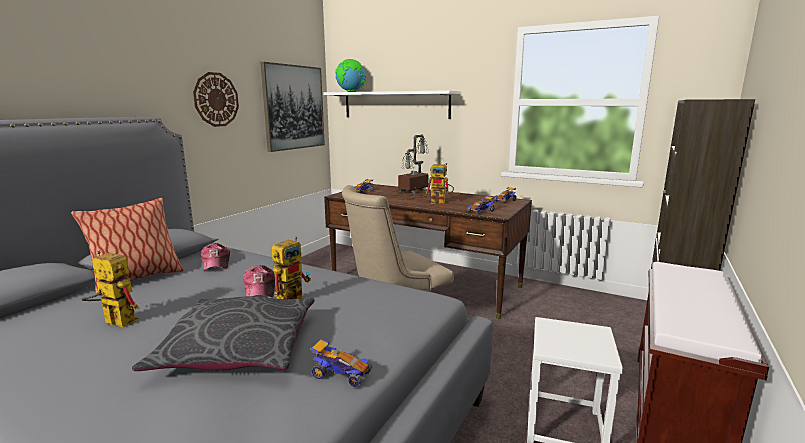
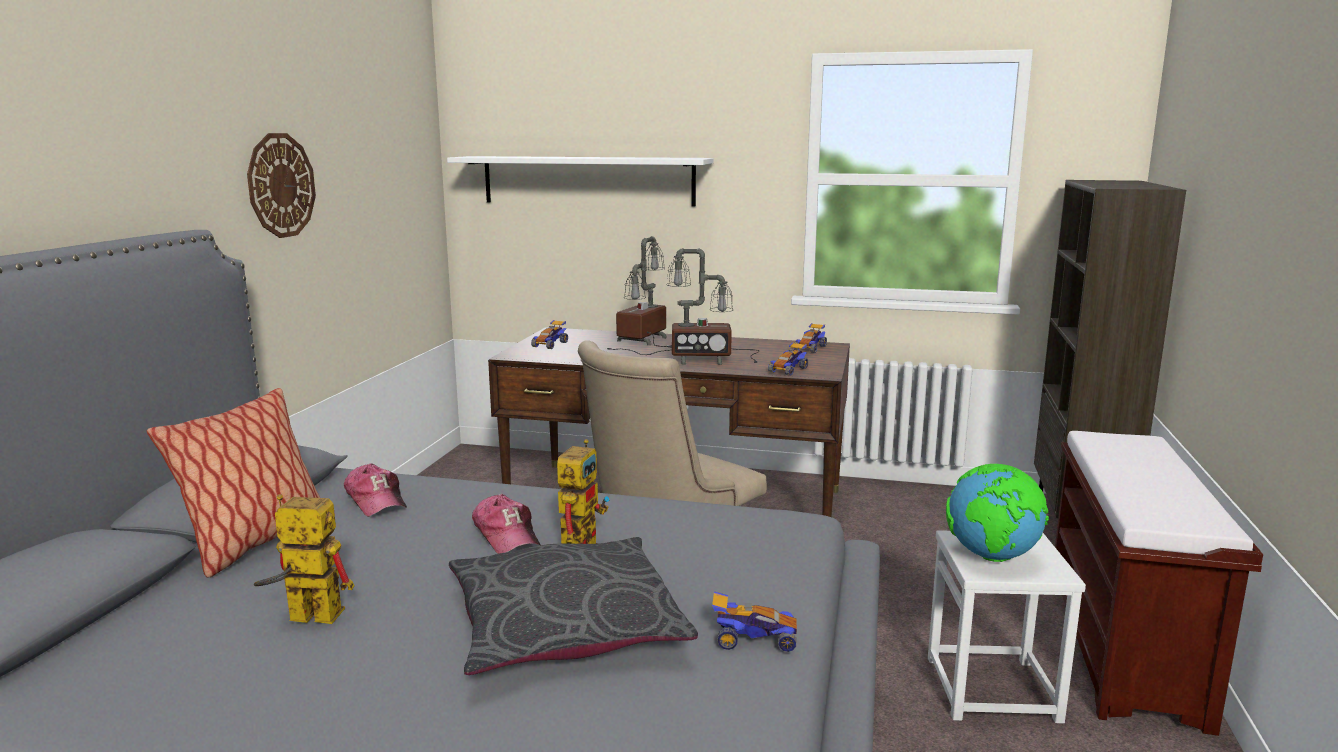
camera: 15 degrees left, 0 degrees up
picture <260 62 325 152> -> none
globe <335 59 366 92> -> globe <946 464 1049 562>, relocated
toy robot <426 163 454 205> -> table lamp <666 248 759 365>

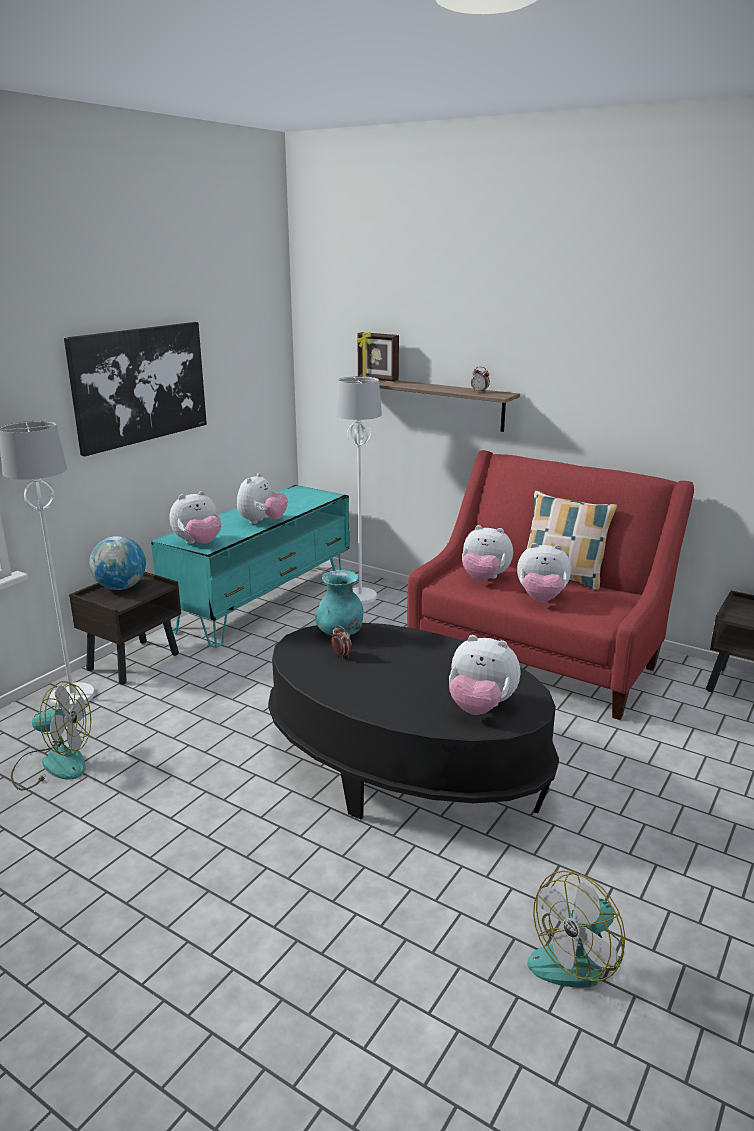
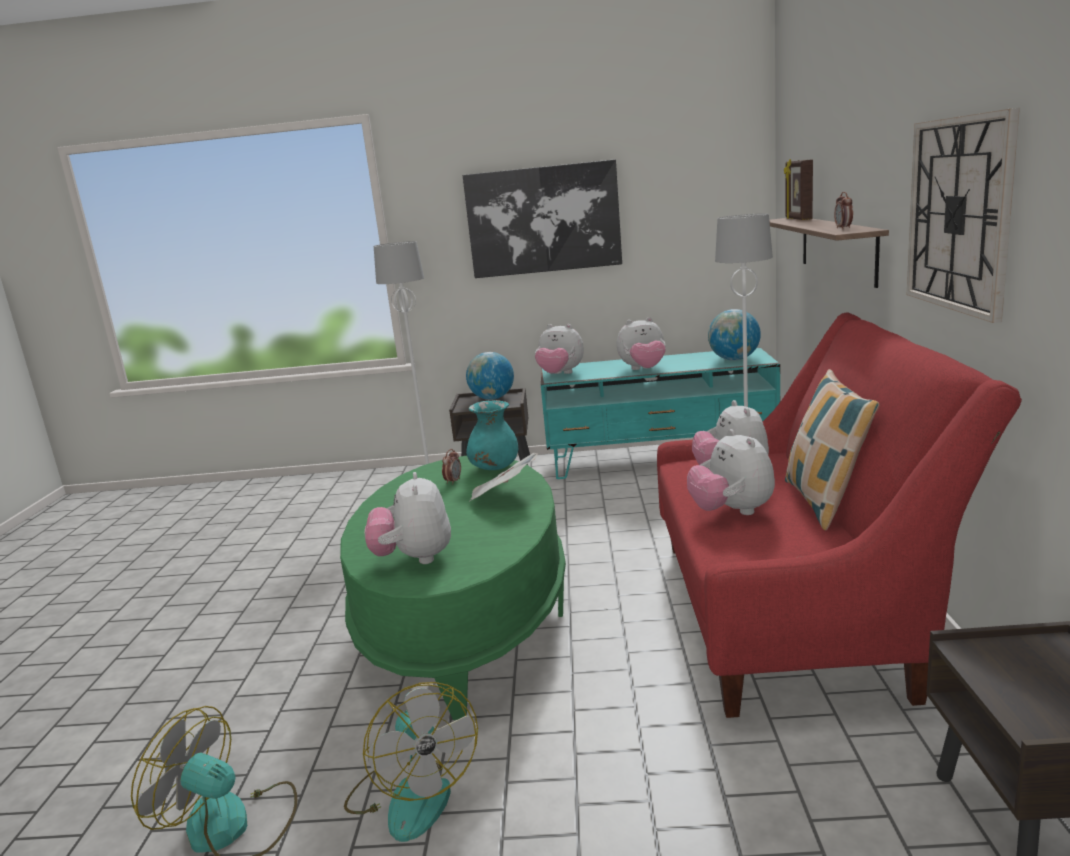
camera: 60 degrees right, 5 degrees down
none -> newspaper <469 453 538 502>
none -> globe <708 309 761 361>
none -> wall clock <907 108 1020 323>
fan <11 681 91 790> -> fan <344 682 478 842>, relocated
coffee table in black <268 623 559 820> -> coffee table in green <340 456 566 720>

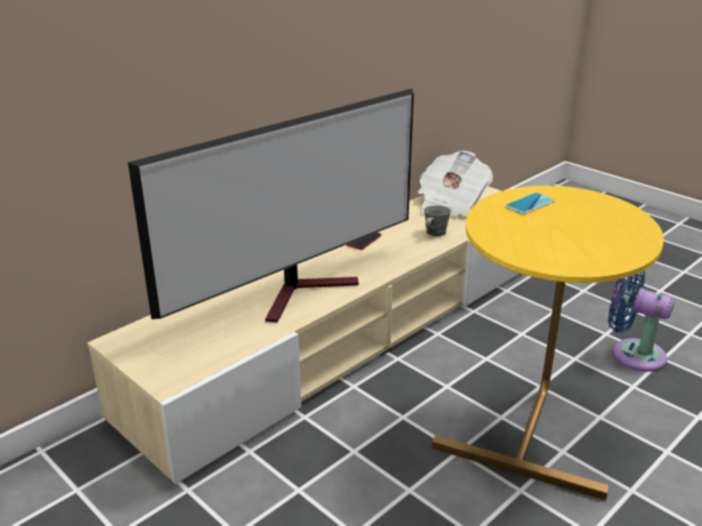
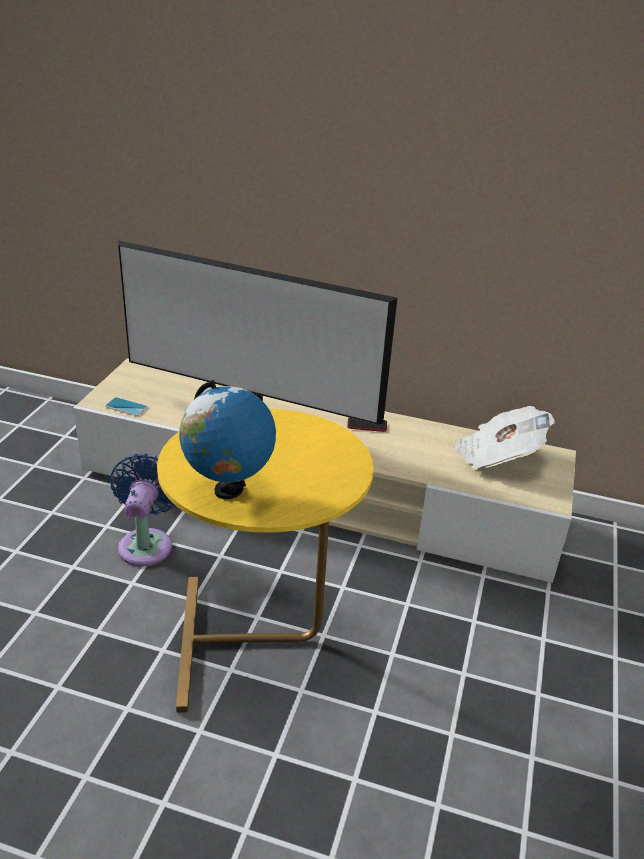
camera: 60 degrees right, 5 degrees up
mug in grey <424 206 451 236> -> none
none -> globe <179 380 276 499>
phone <505 193 555 215> -> phone <105 397 148 416>, relocated
fan in blue <608 270 674 372> -> fan in blue <110 454 175 567>, relocated

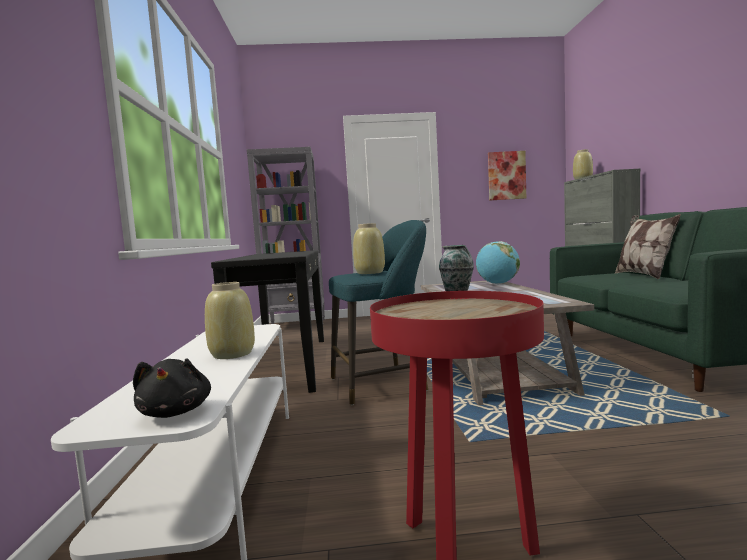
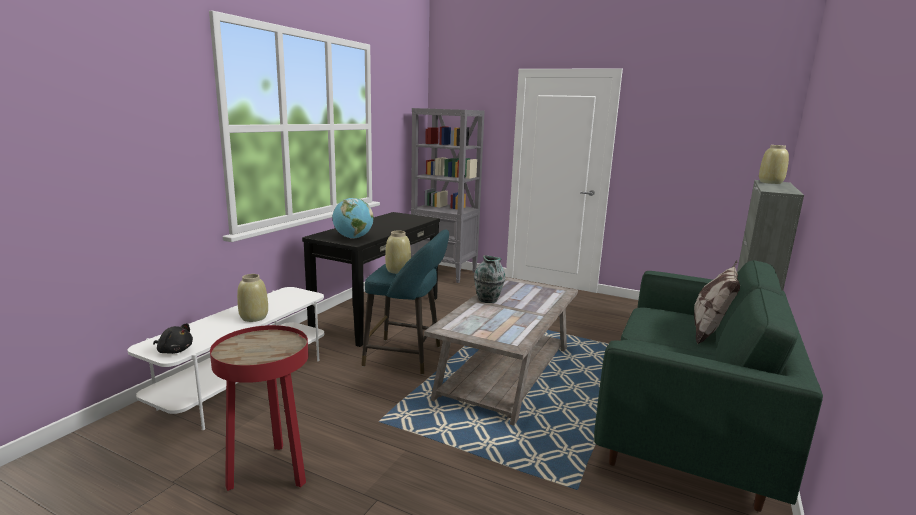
camera: 30 degrees right, 10 degrees up
picture <488 151 526 201> -> none
globe <476 241 520 284> -> globe <333 198 374 239>, relocated
plush toy in black <133 358 211 418> -> plush toy in black <153 323 193 354>, 90 degrees counterclockwise

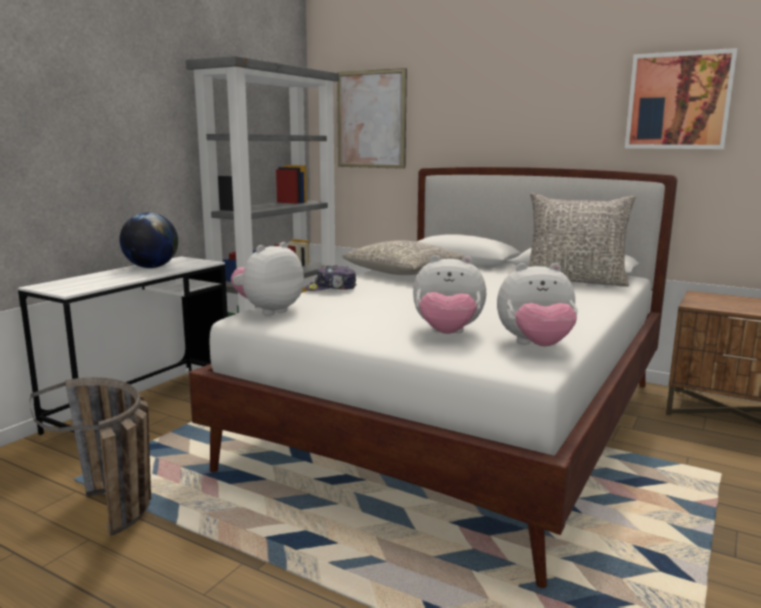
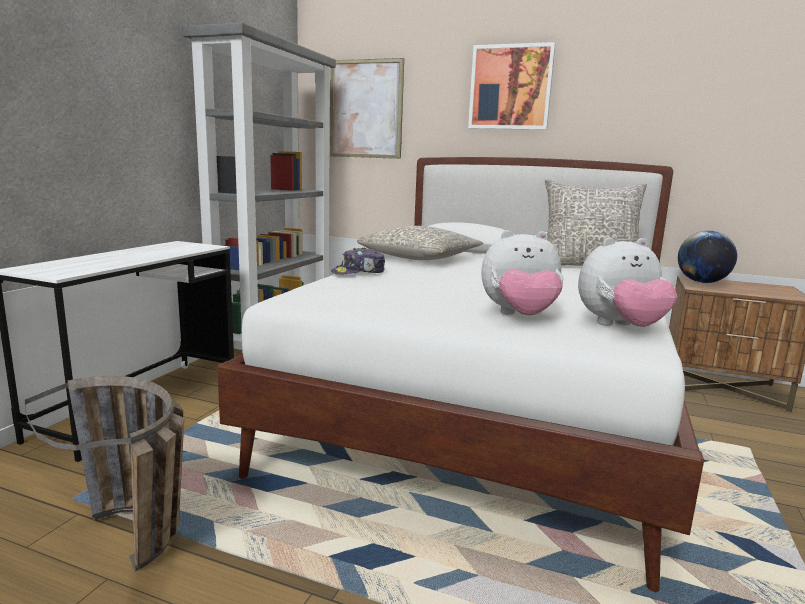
camera: 10 degrees left, 0 degrees up
plush toy <231 242 304 316> -> none
globe <120 213 178 268> -> globe <678 231 737 283>, relocated
picture <625 48 738 149> -> picture <468 42 556 130>, relocated

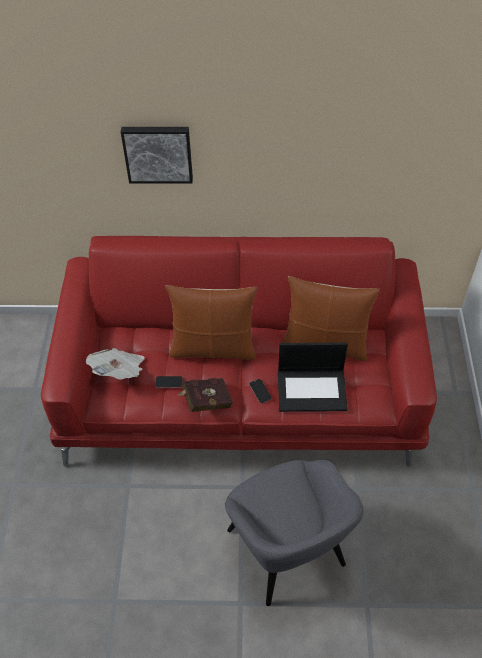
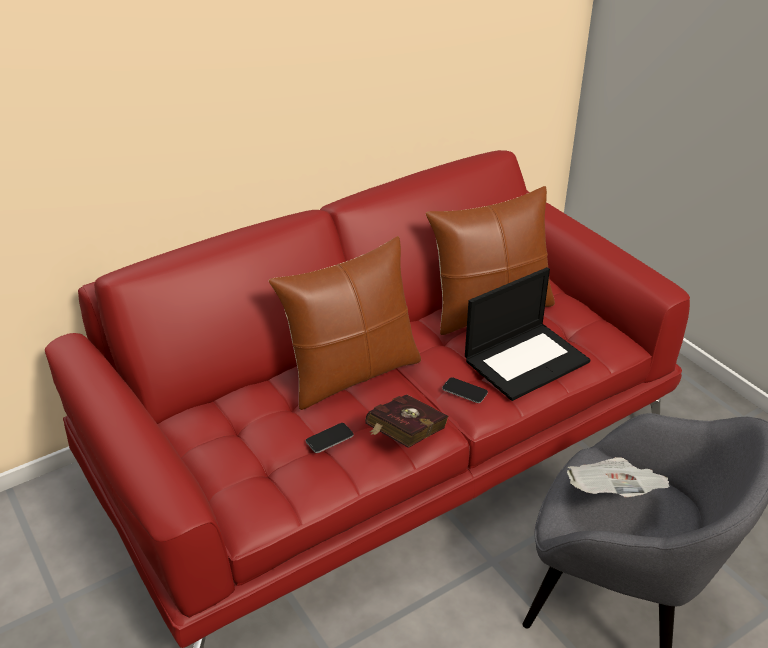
camera: 35 degrees left, 15 degrees down
picture <121 127 193 184> -> none
newspaper <86 348 145 380> -> newspaper <567 457 670 497>, relocated

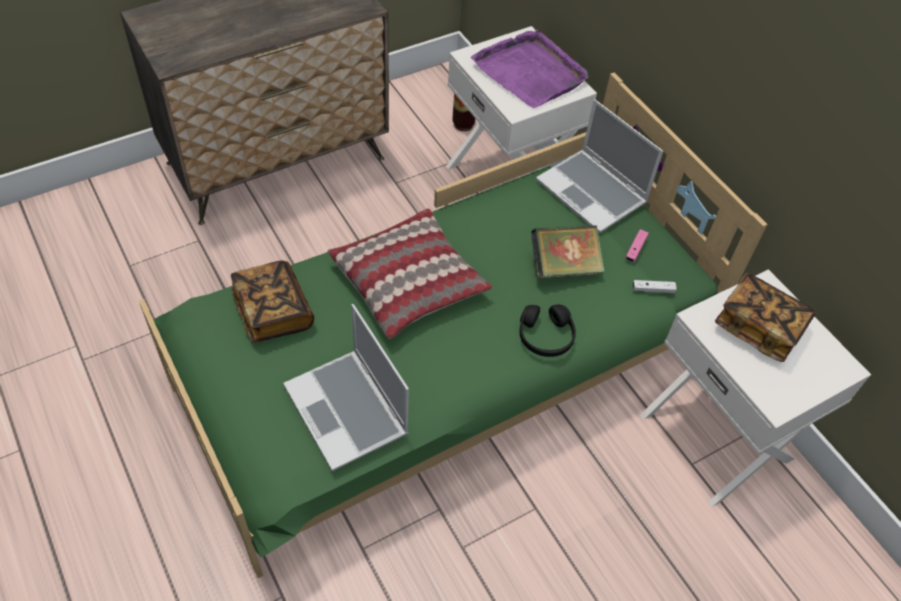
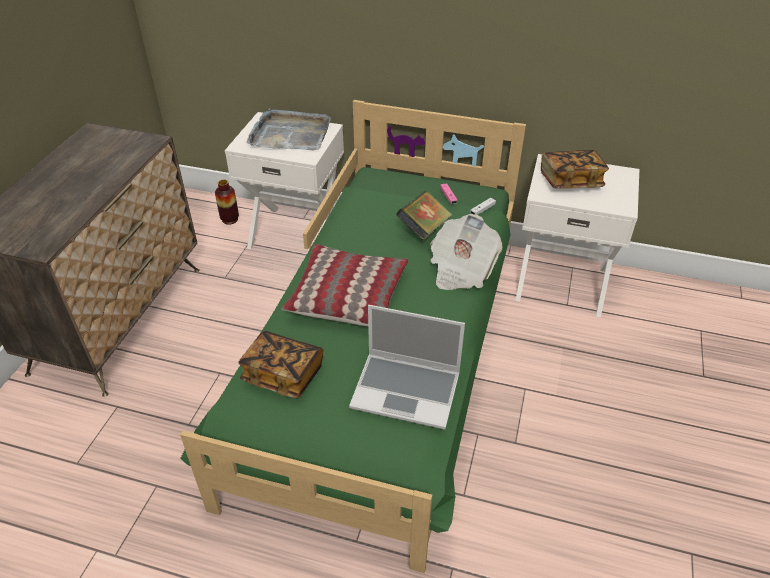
camera: 40 degrees left, 10 degrees down
laptop <536 99 663 234> -> none
headphones in black <520 304 576 357> -> newspaper <430 214 502 290>
tray in purple <471 30 588 108> -> tray in grey <246 108 331 150>

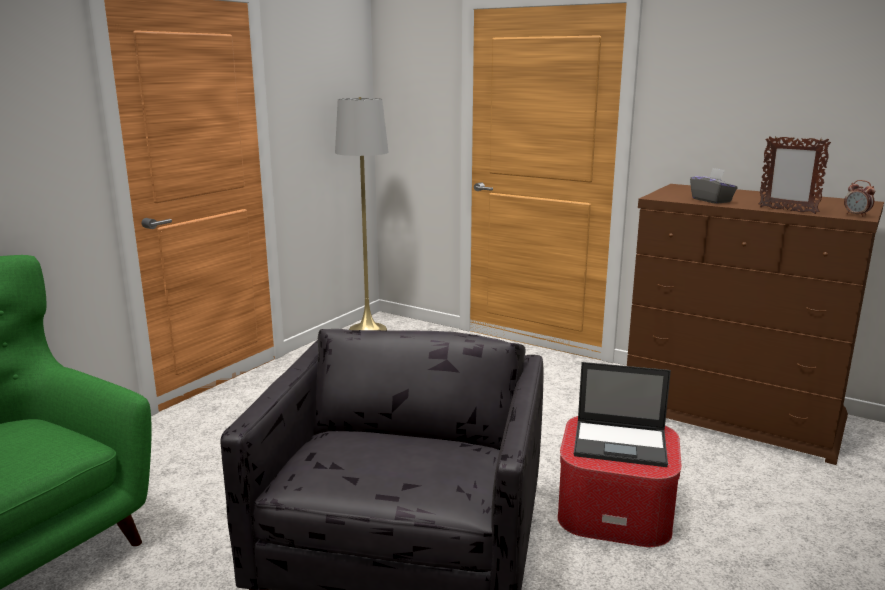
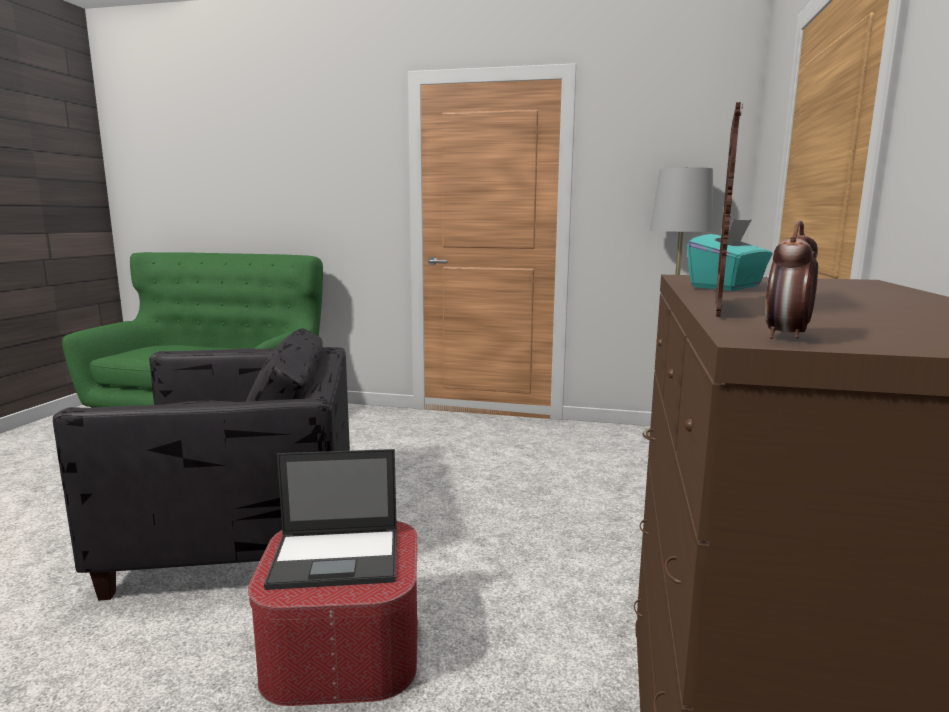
camera: 70 degrees right, 5 degrees down
tissue box in grey <690 168 738 204> -> tissue box in turquoise <687 219 772 290>
laptop <574 362 671 467> -> laptop <264 449 397 590>, 90 degrees counterclockwise

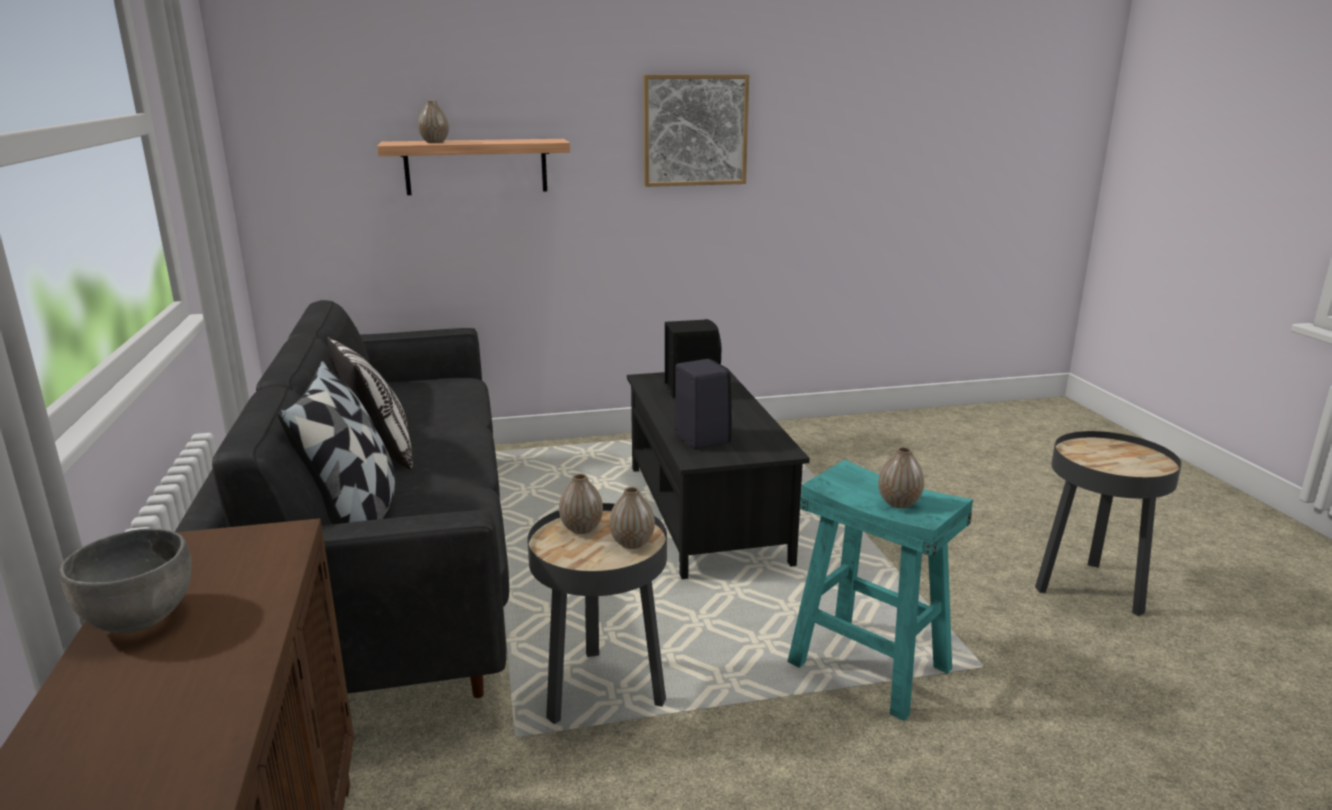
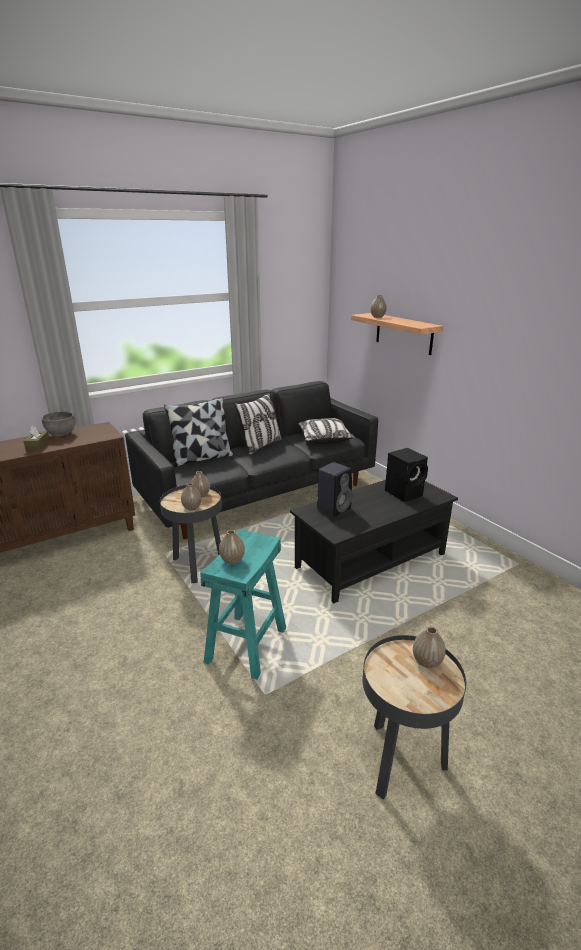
camera: 70 degrees right, 5 degrees up
picture <643 74 749 187> -> none
none -> tissue box in brown <23 425 50 452>
none -> pillow <298 418 354 444>
none -> vase <413 627 446 668>

